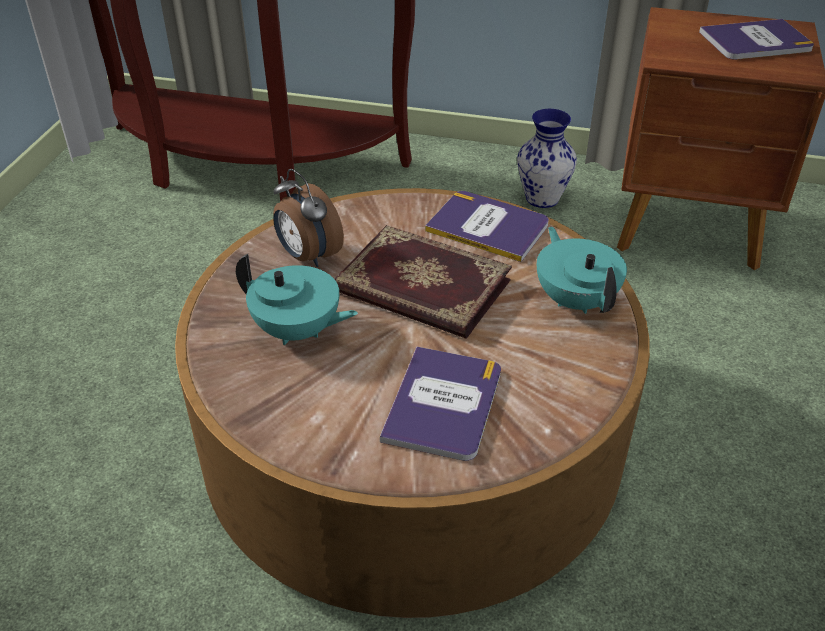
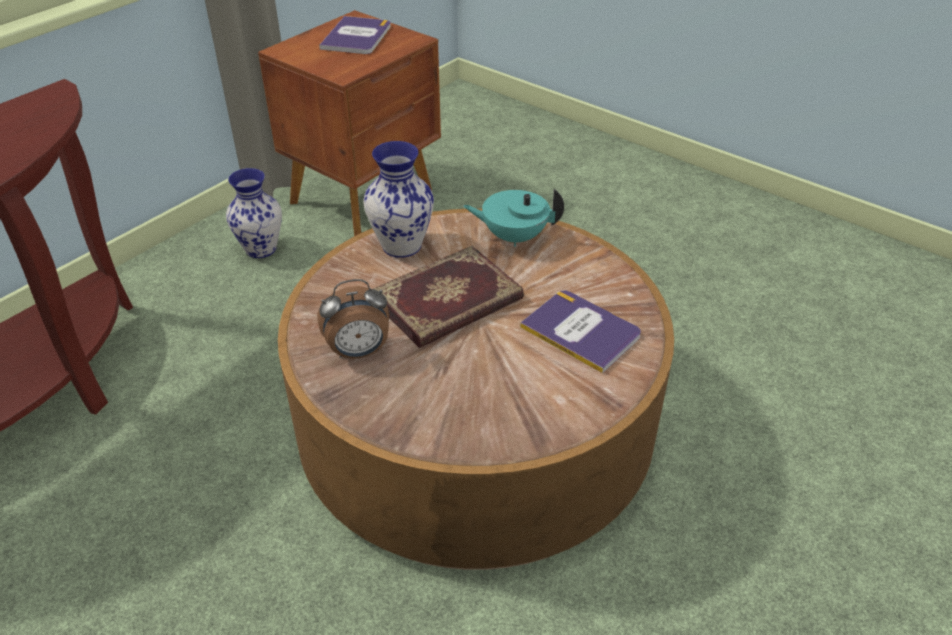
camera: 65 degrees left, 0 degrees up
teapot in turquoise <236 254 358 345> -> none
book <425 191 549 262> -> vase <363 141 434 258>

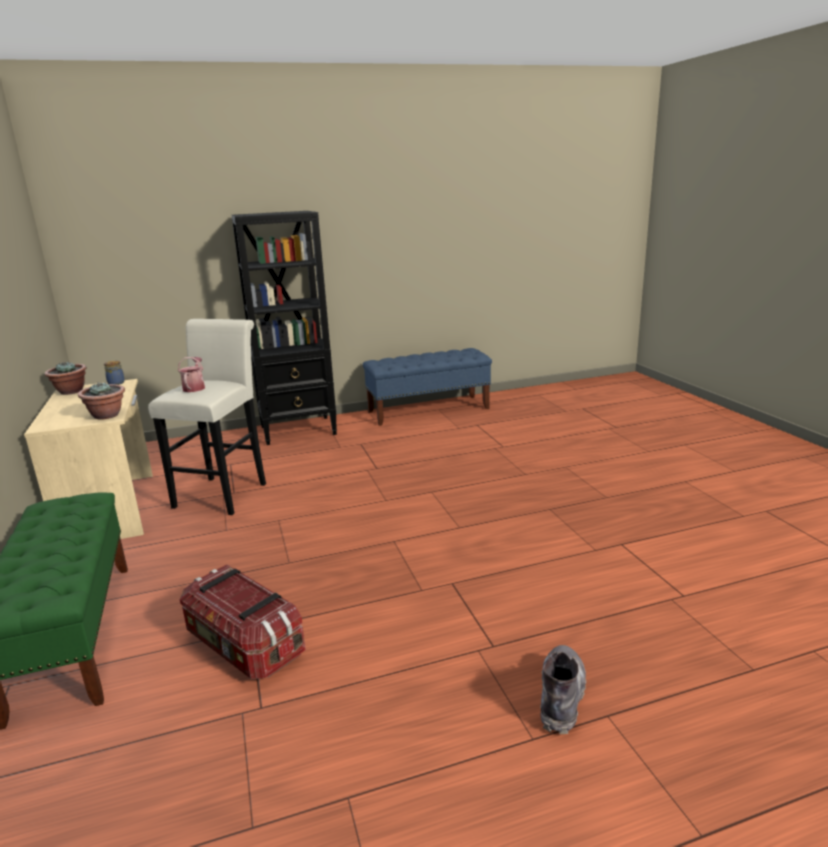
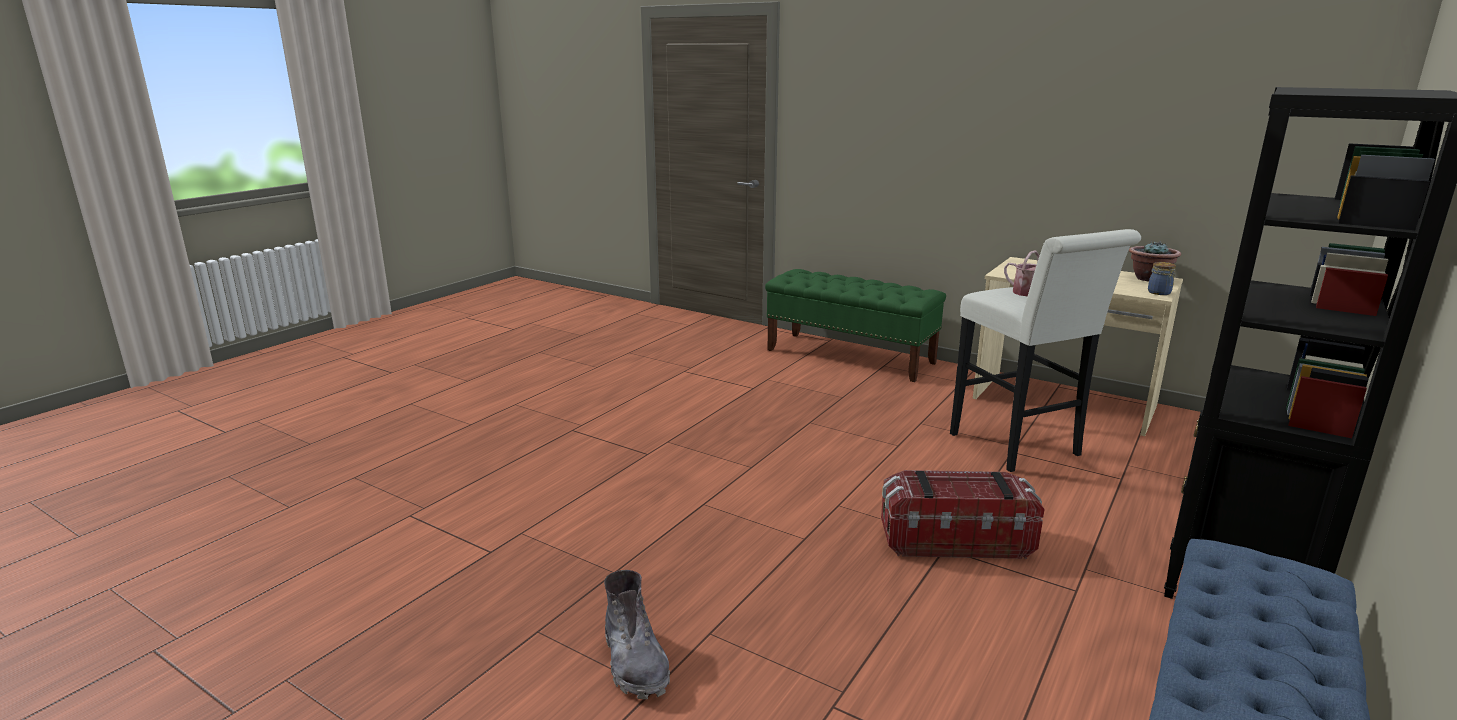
camera: 140 degrees right, 0 degrees up
potted plant <78 382 125 419> -> none
storage box <180 564 306 679> -> storage box <881 470 1045 559>, relocated
boot in grey <540 645 586 734> -> boot in grey <604 570 670 699>, relocated

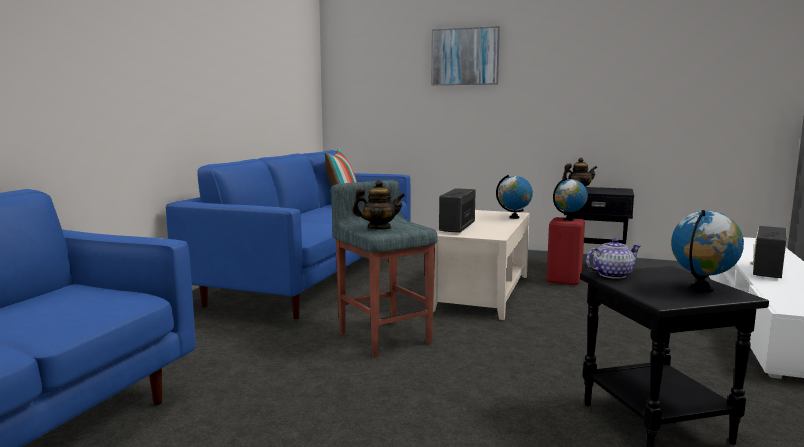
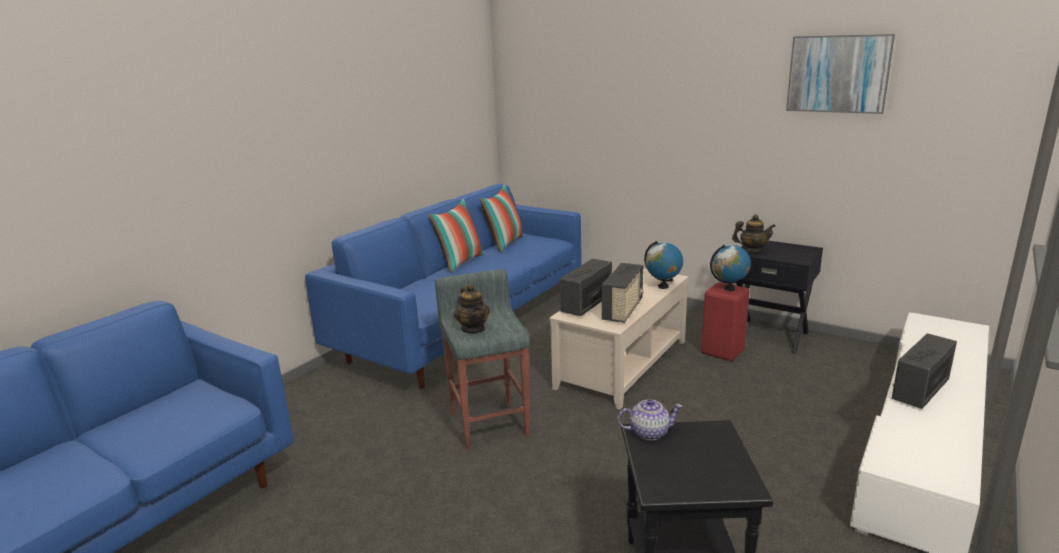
camera: 15 degrees right, 10 degrees up
globe <671 210 744 292> -> none
none -> pillow <428 199 484 273>
none -> radio <602 263 644 323>
picture <431 26 500 85> -> picture <786 34 895 114>, relocated
teapot <352 180 405 230> -> teapot <455 284 490 333>, 45 degrees clockwise

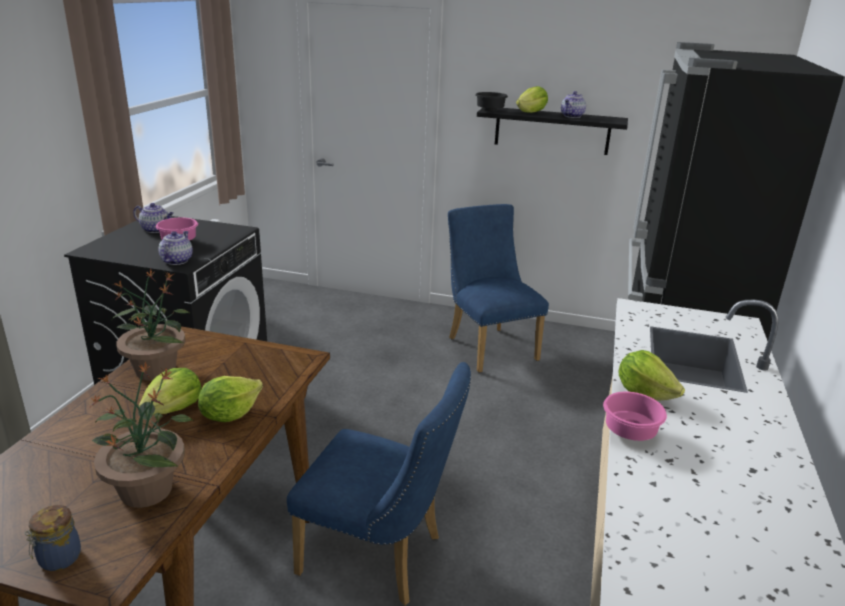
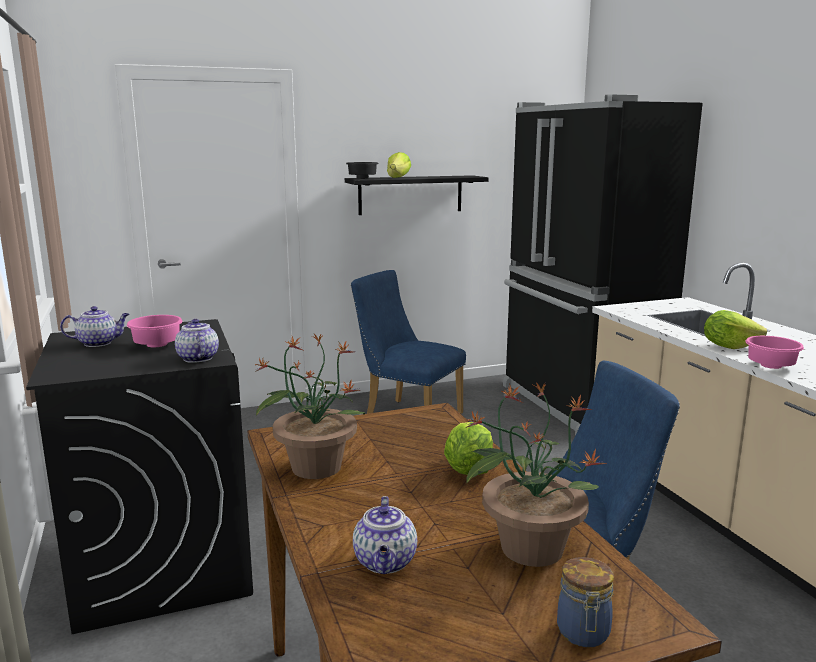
camera: 35 degrees left, 10 degrees down
lettuce <139 368 202 415> -> none
teapot <561 91 586 118> -> teapot <353 496 417 574>, relocated

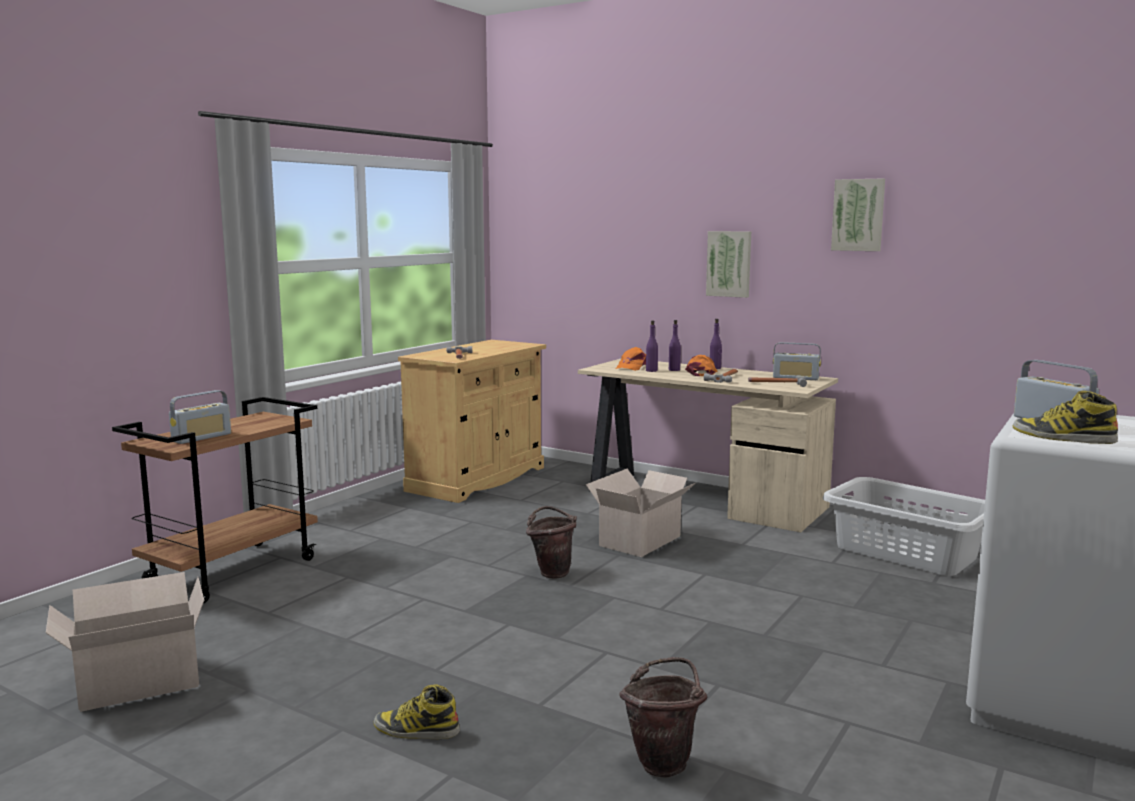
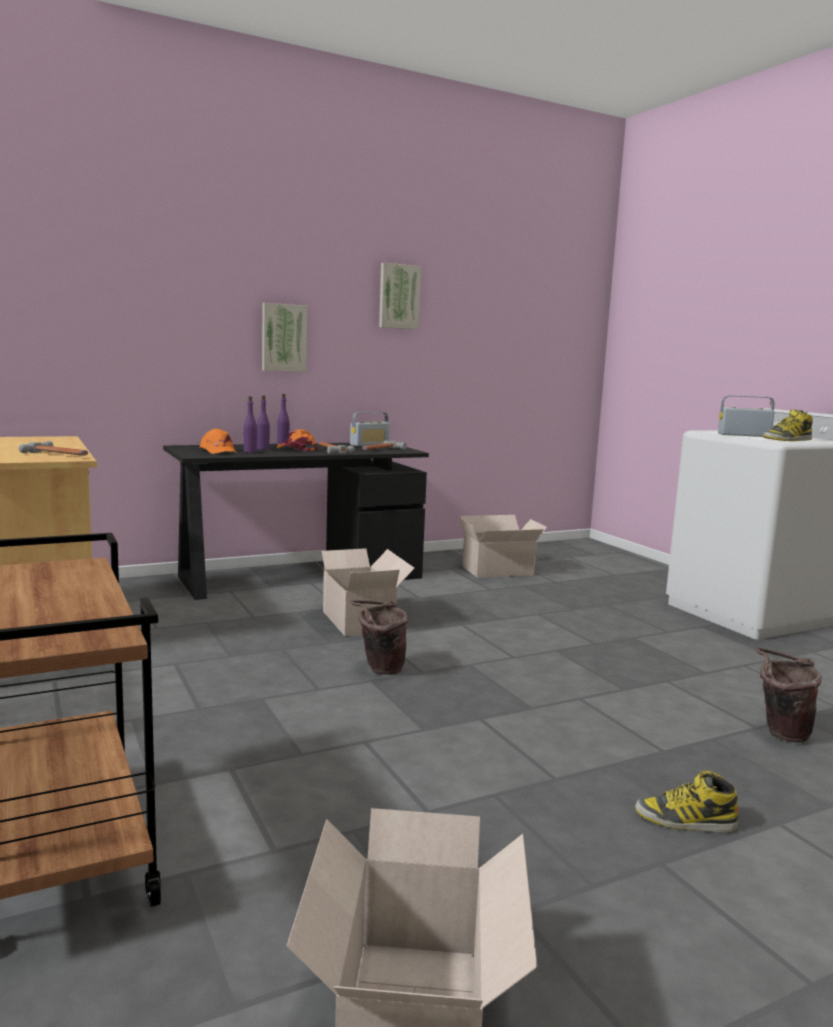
camera: 60 degrees left, 0 degrees up
radio <169 390 231 444> -> none
laundry basket in grey <823 477 985 576> -> cardboard box <459 515 547 578>
desk in beige <578 359 838 532> -> desk in black <163 443 429 600>
boot <374 684 460 739> -> boot <635 771 738 832>, 60 degrees clockwise

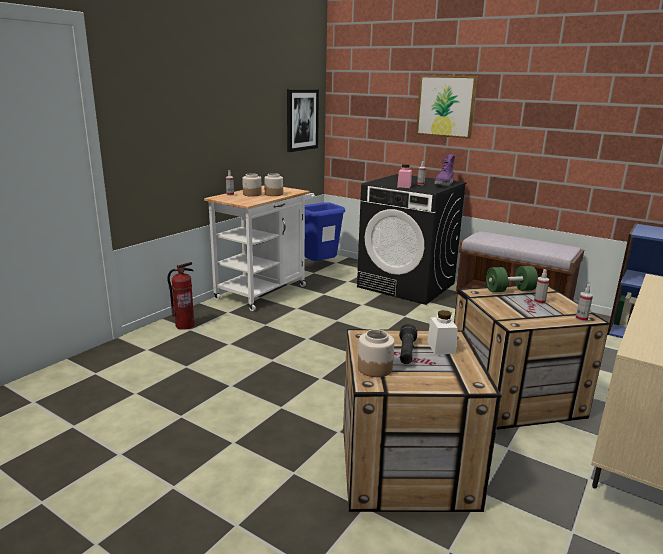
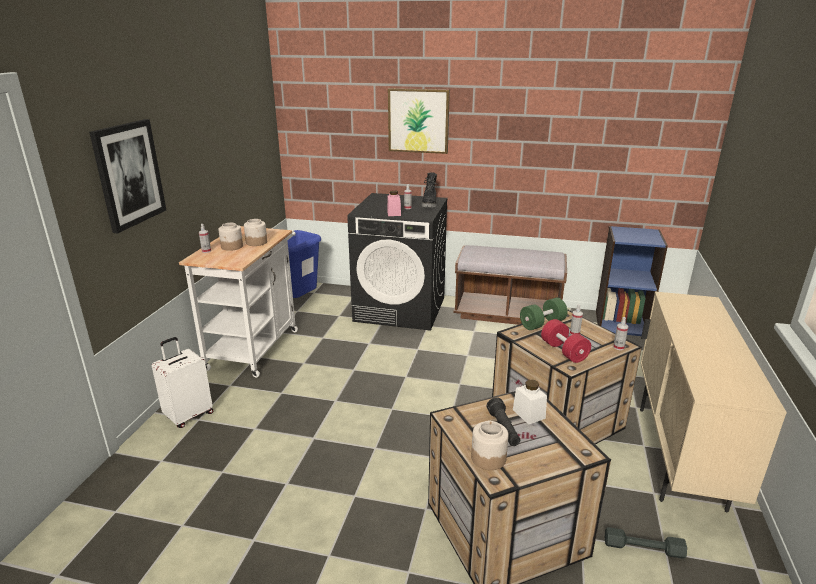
camera: 20 degrees left, 5 degrees up
none -> dumbbell in red <541 319 591 363>
none -> dumbbell in grey <605 527 687 559>
picture <287 89 319 152> -> picture <89 119 166 233>, relocated
fire extinguisher <167 262 194 330> -> suitcase in white <152 337 213 428>
boot in purple <434 154 455 186> -> boot in black <422 172 437 208>

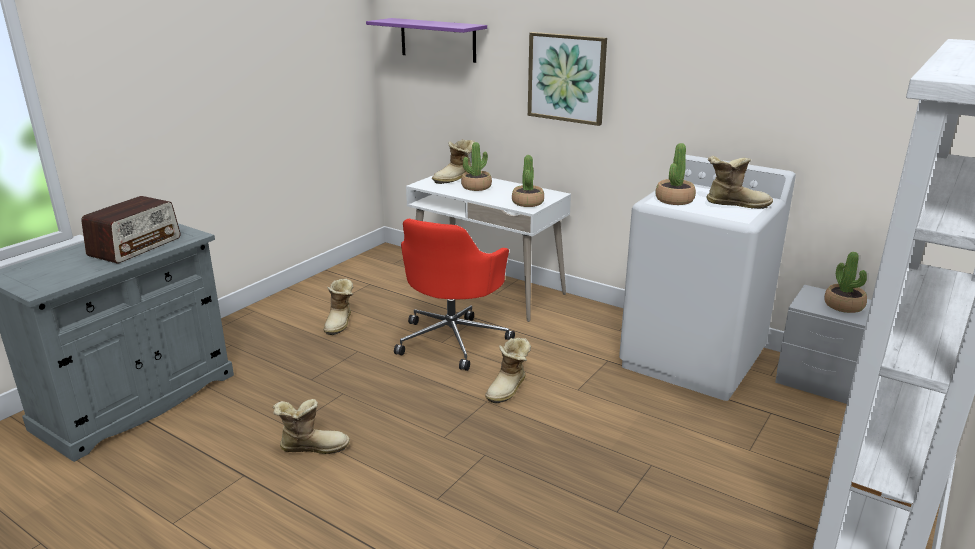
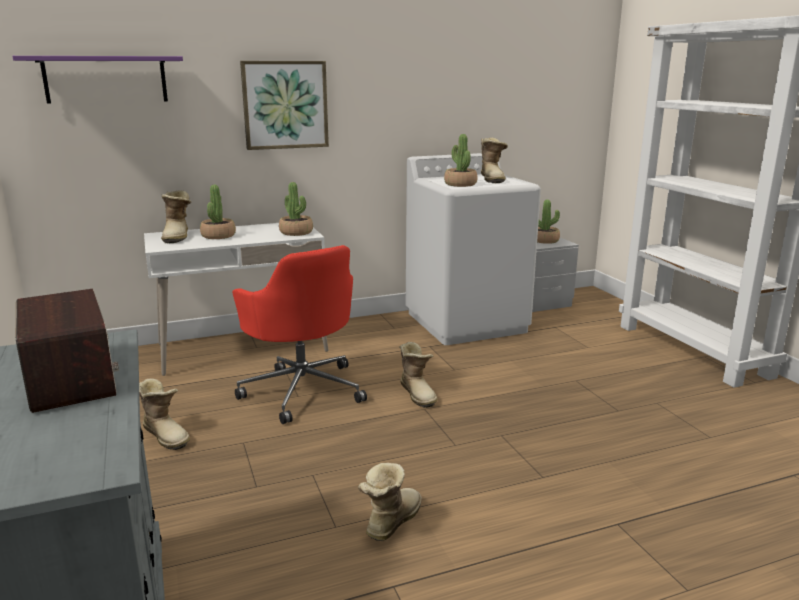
camera: 55 degrees left, 5 degrees down
boot <706 156 773 209> -> boot <481 138 508 183>, 135 degrees clockwise

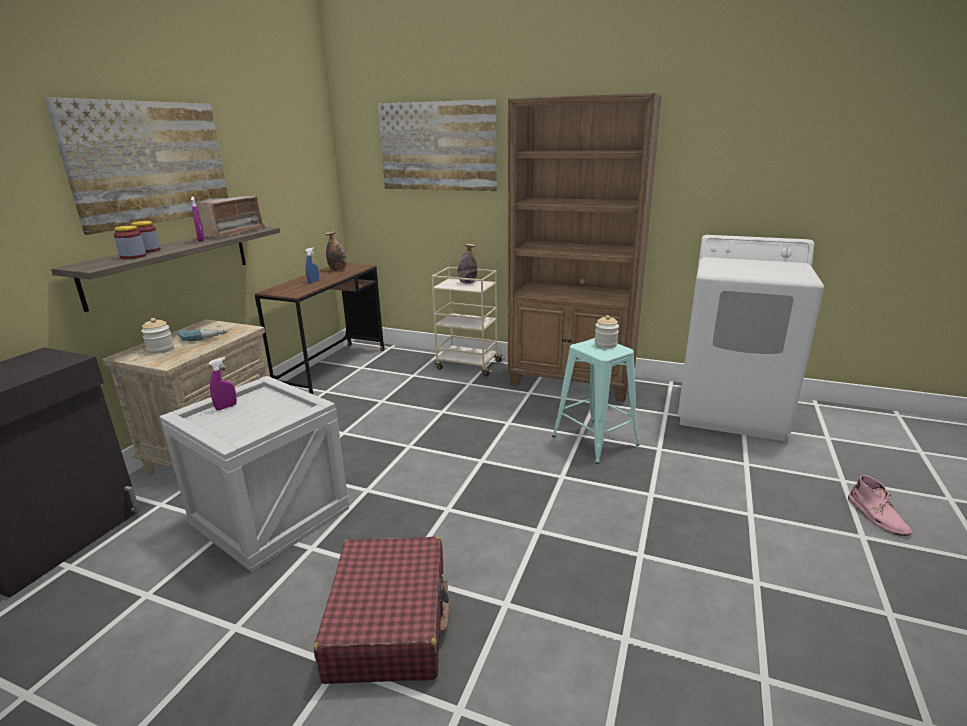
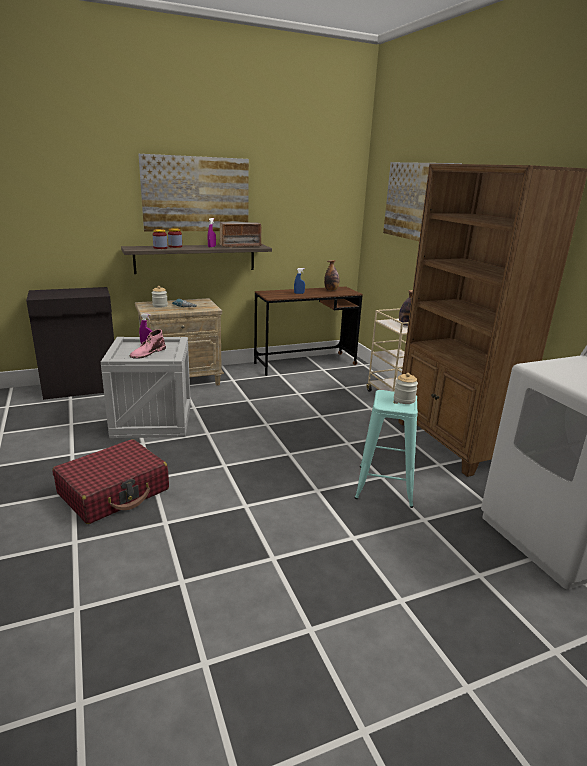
camera: 45 degrees right, 0 degrees up
boot in pink <848 475 912 536> -> boot in pink <130 329 166 359>, relocated

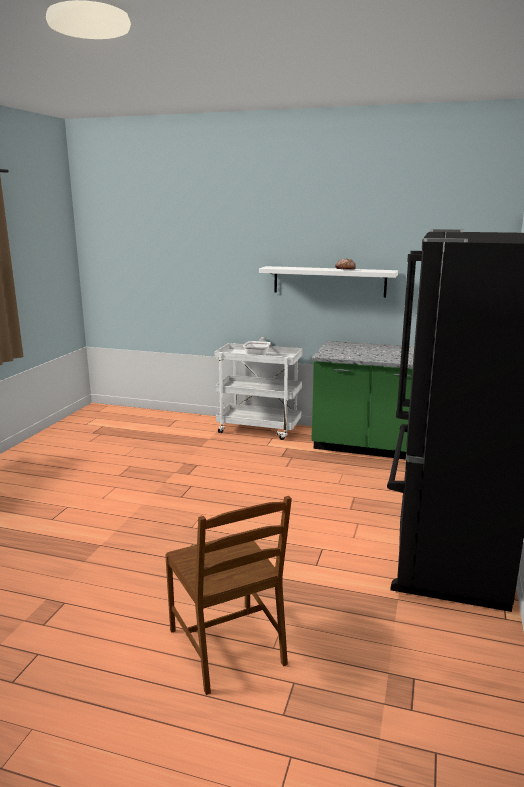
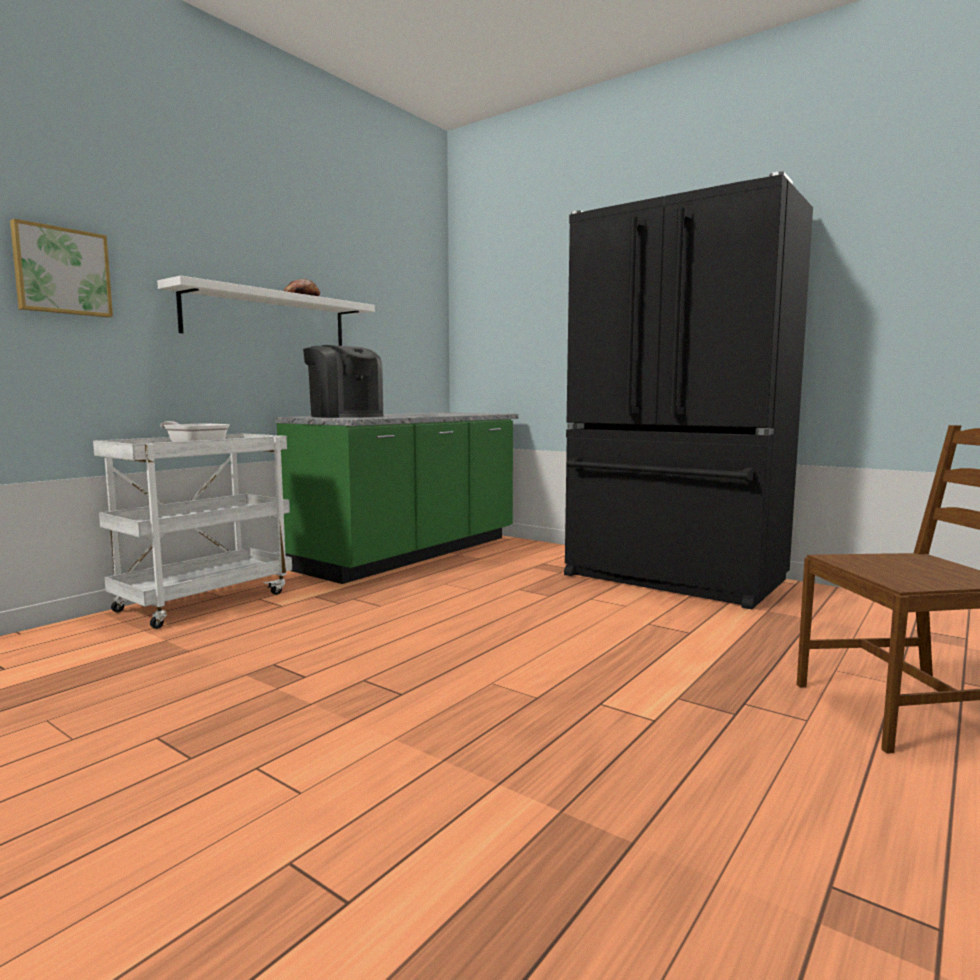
camera: 70 degrees left, 10 degrees down
none -> picture <10 219 113 317>
none -> coffee machine <303 345 383 418>

